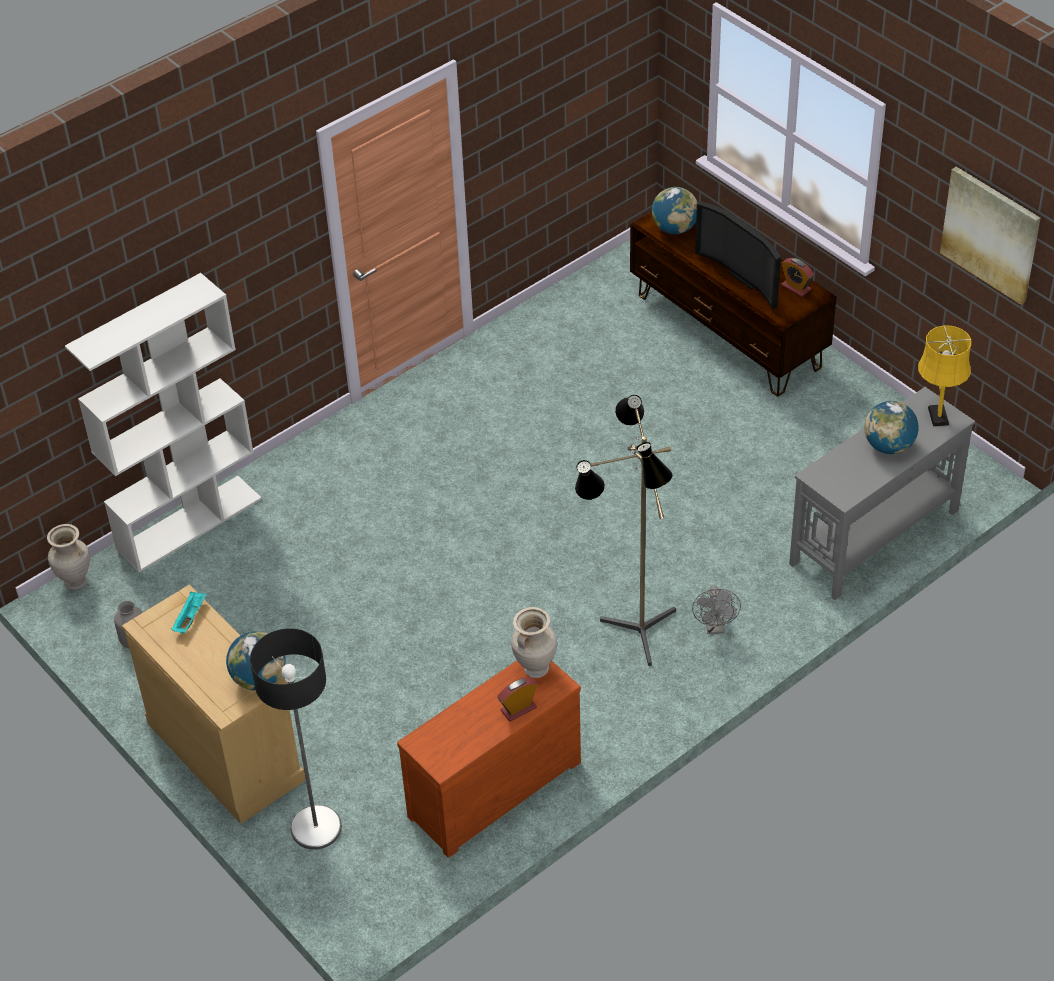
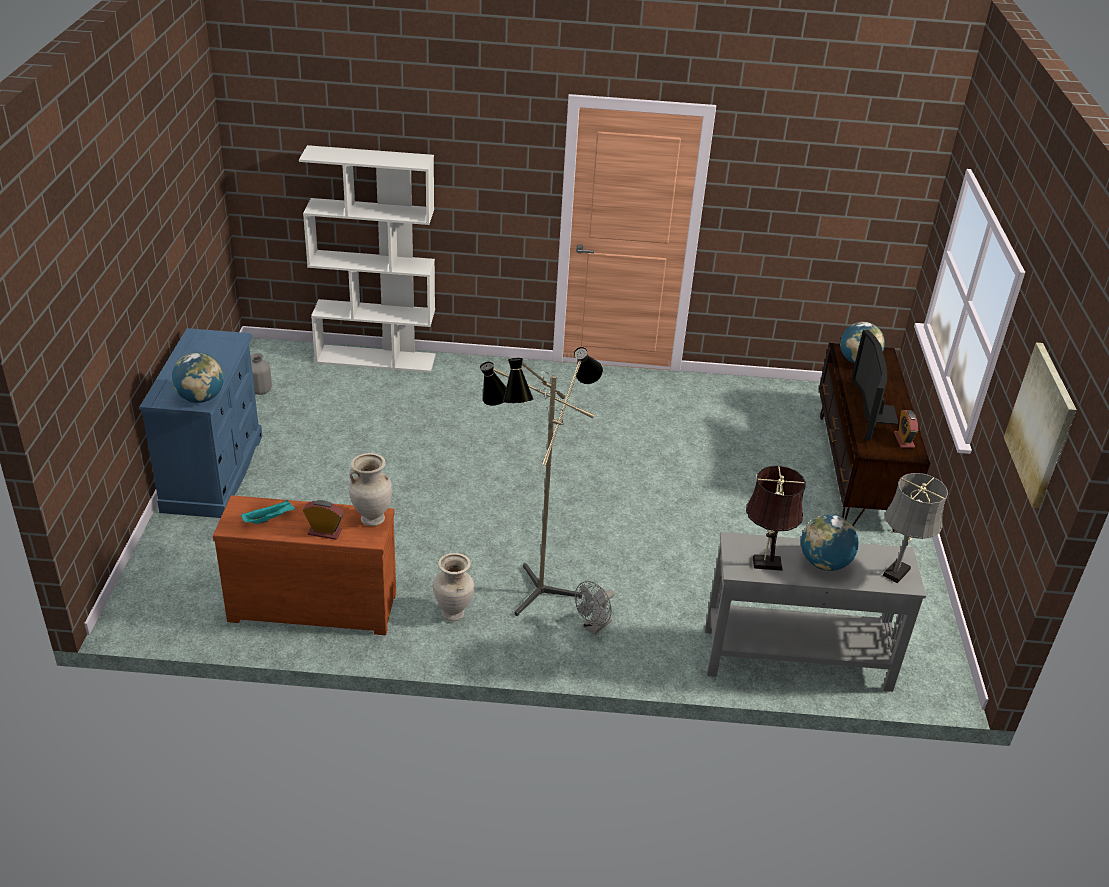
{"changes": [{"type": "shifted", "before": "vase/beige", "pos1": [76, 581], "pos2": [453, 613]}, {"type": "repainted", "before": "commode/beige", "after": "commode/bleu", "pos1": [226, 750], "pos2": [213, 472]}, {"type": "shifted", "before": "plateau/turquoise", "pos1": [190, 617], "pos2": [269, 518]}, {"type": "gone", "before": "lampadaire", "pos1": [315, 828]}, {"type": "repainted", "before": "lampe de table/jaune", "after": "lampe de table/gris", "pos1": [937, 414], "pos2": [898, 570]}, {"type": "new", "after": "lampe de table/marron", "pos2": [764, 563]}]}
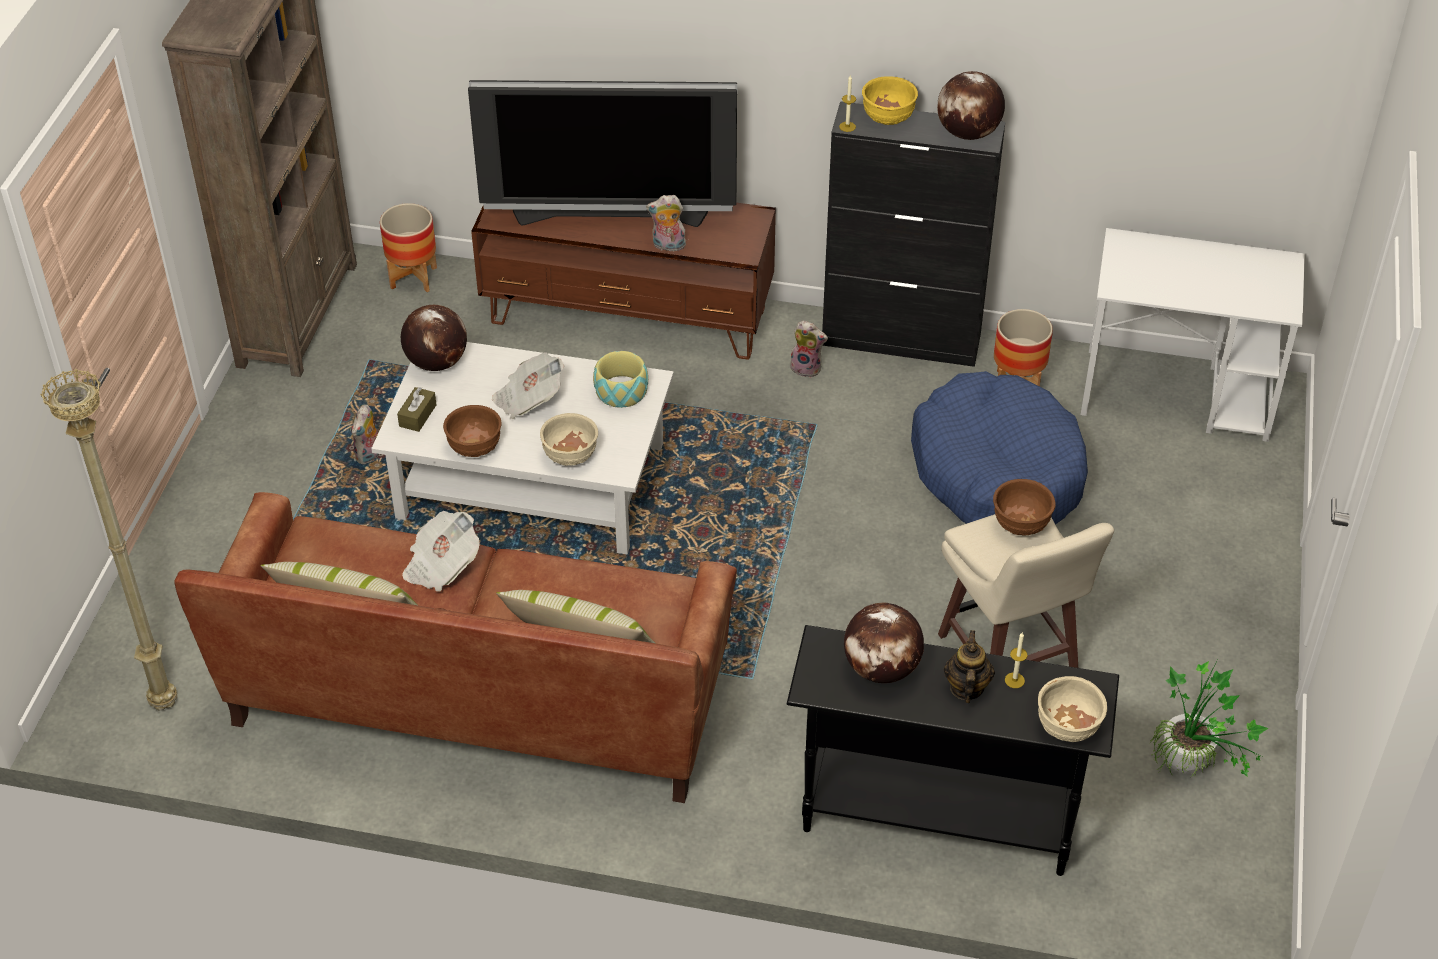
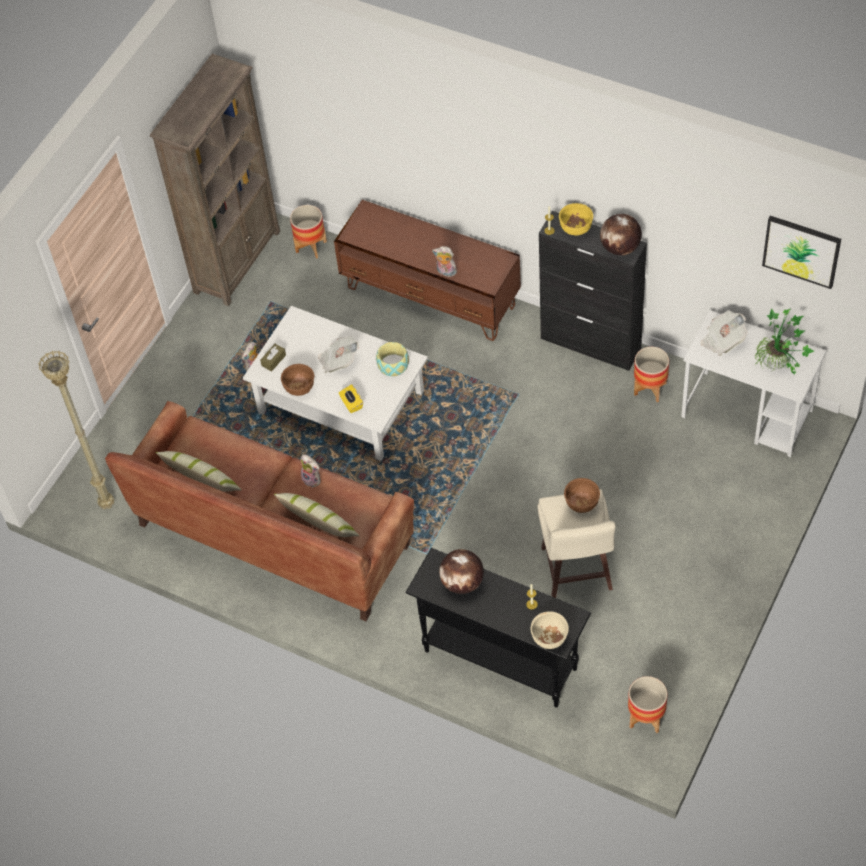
{"changes": [{"type": "gone", "before": "globe", "pos1": [436, 362]}, {"type": "shifted", "before": "journal", "pos1": [441, 565], "pos2": [722, 340]}, {"type": "gone", "before": "téléviseur", "pos1": [610, 215]}, {"type": "swapped", "before": "bol/beige", "after": "boîte à mouchoirs/jaune", "pos1": [571, 457], "pos2": [351, 404]}, {"type": "shifted", "before": "peluche", "pos1": [807, 368], "pos2": [313, 479]}, {"type": "gone", "before": "panier pour chien/bleu", "pos1": [997, 472]}, {"type": "gone", "before": "théière", "pos1": [966, 688]}, {"type": "shifted", "before": "plante en pot", "pos1": [1193, 767], "pos2": [778, 367]}, {"type": "new", "after": "cache-pot", "pos2": [646, 718]}, {"type": "new", "after": "tableau", "pos2": [801, 251]}]}
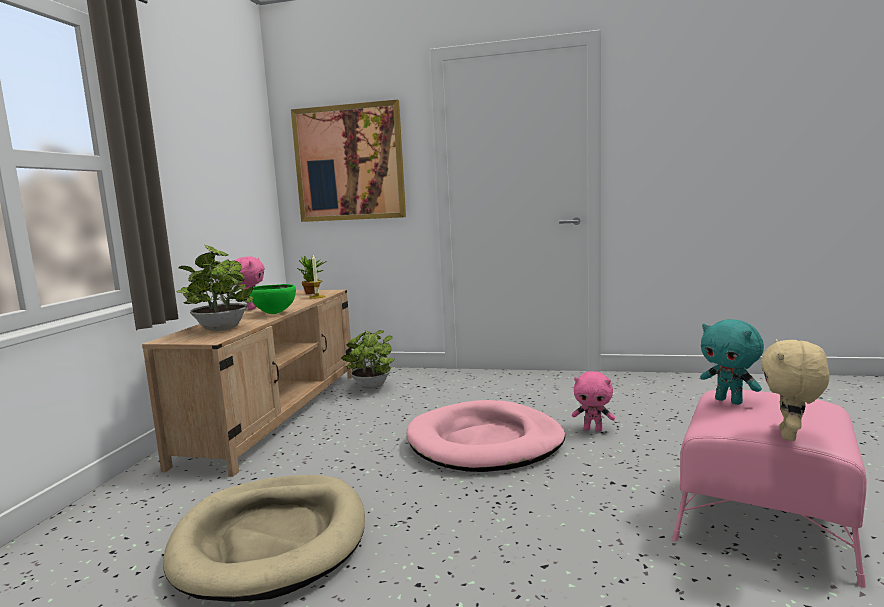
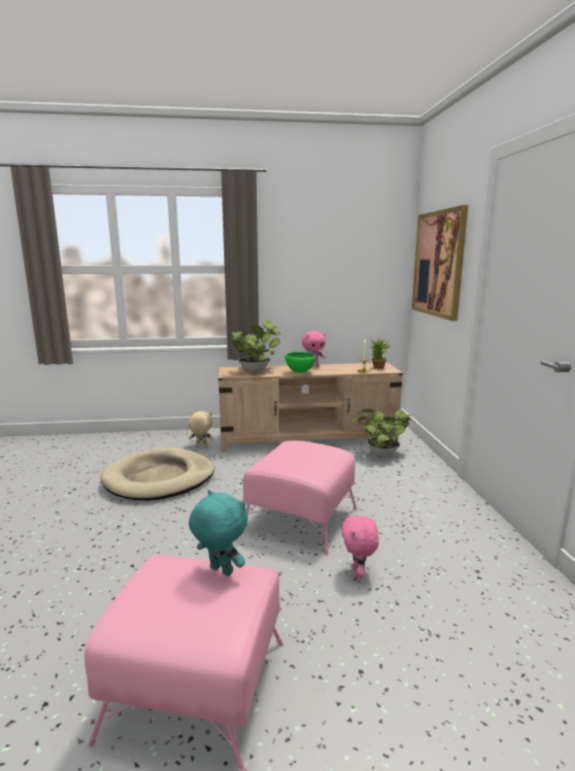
{"changes": [{"type": "swapped", "before": "panier pour chien/rose", "after": "pouf/rose", "pos1": [485, 443], "pos2": [300, 519]}, {"type": "rotated", "before": "peluche/turquoise", "pos1": [729, 401], "pos2": [220, 571], "turn": 90}, {"type": "shifted", "before": "peluche/beige", "pos1": [790, 436], "pos2": [201, 446]}]}
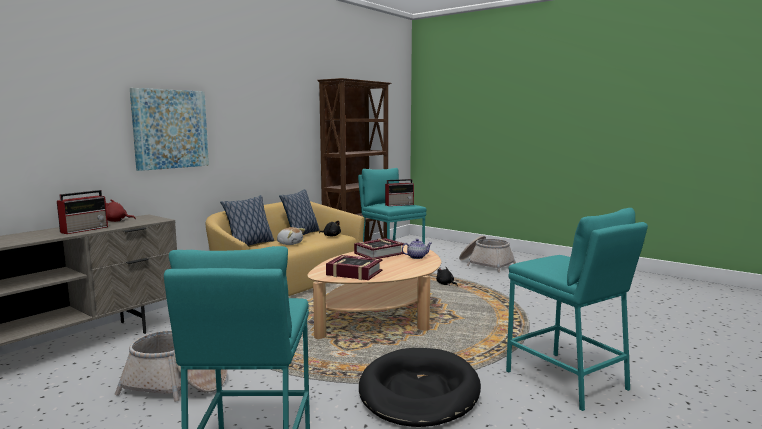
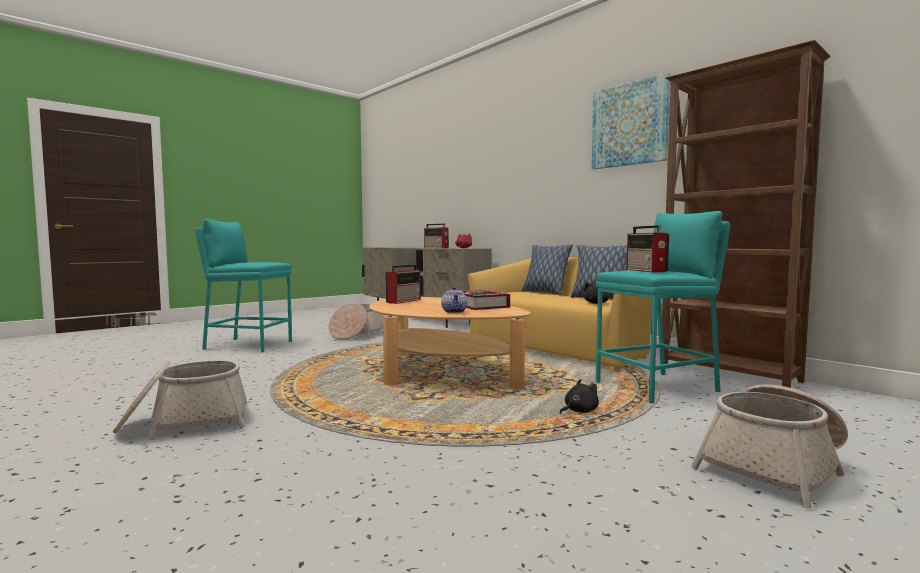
{"changes": [{"type": "shifted", "before": "tableau", "pos1": [170, 129], "pos2": [629, 124]}, {"type": "gone", "before": "peluche", "pos1": [290, 243]}, {"type": "swapped", "before": "livre", "after": "radio", "pos1": [354, 273], "pos2": [404, 301]}, {"type": "gone", "before": "panier pour chien/noir", "pos1": [419, 392]}, {"type": "swapped", "before": "tabouret/turquoise", "after": "panier", "pos1": [566, 380], "pos2": [185, 423]}]}
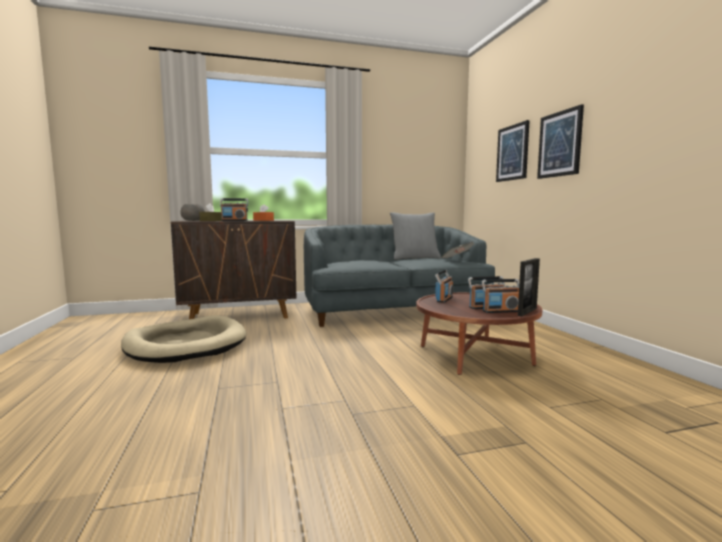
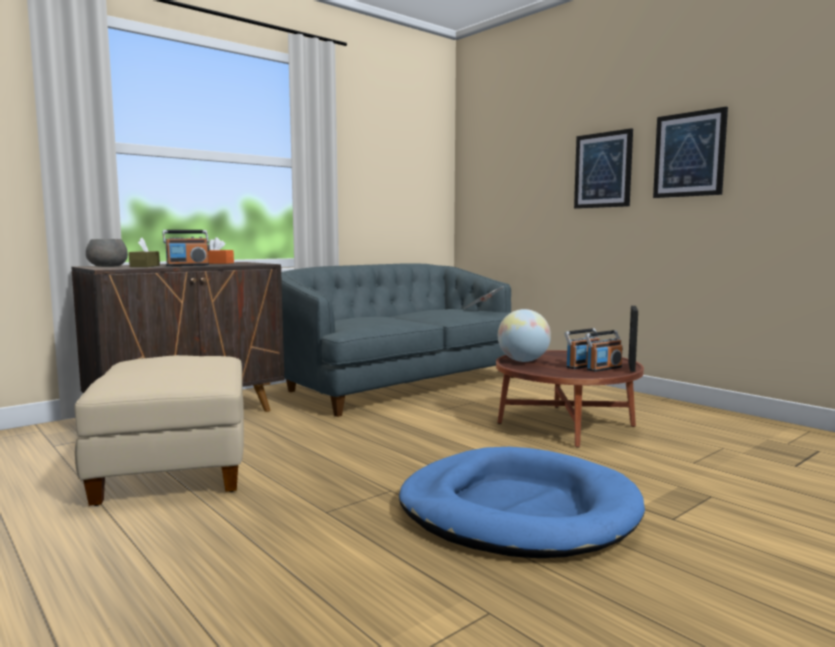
{"changes": [{"type": "swapped", "before": "panier pour chien/beige", "after": "pouf/beige", "pos1": [186, 344], "pos2": [173, 468]}, {"type": "gone", "before": "coussin/gris", "pos1": [414, 258]}, {"type": "swapped", "before": "radio", "after": "globe", "pos1": [444, 299], "pos2": [523, 361]}, {"type": "shifted", "before": "tableau", "pos1": [512, 153], "pos2": [689, 154]}, {"type": "new", "after": "panier pour chien/bleu", "pos2": [517, 510]}]}
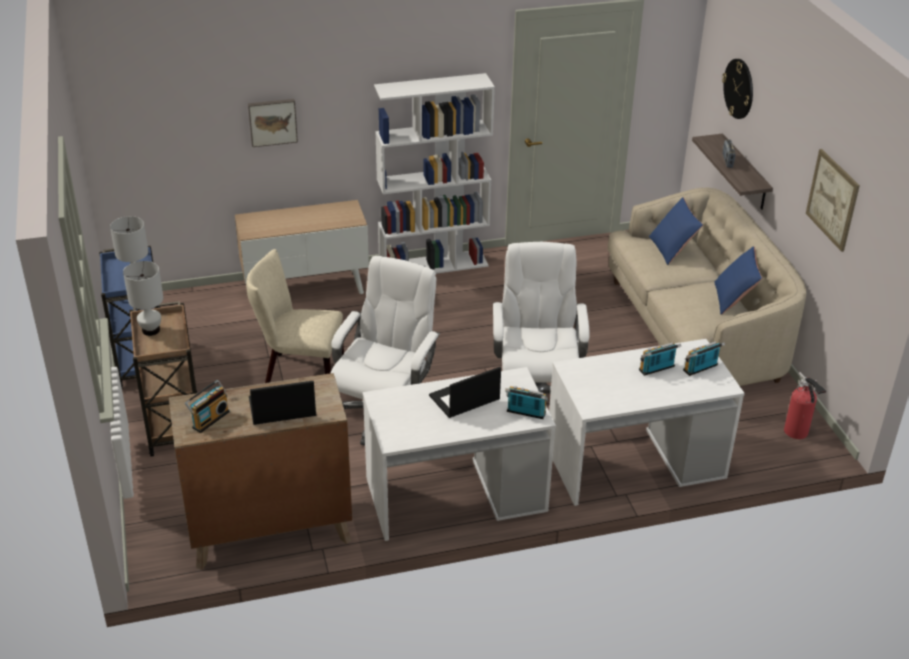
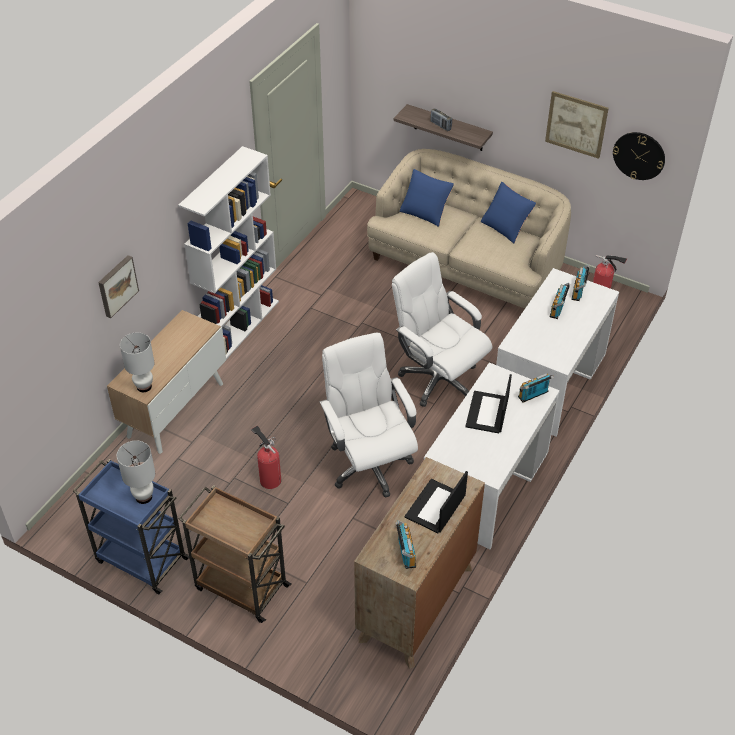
{"changes": [{"type": "shifted", "before": "lampe de table/blanc", "pos1": [151, 330], "pos2": [144, 386]}, {"type": "swapped", "before": "chaise/beige", "after": "extincteur", "pos1": [298, 373], "pos2": [269, 479]}, {"type": "shifted", "before": "horloge murale", "pos1": [739, 88], "pos2": [639, 155]}]}
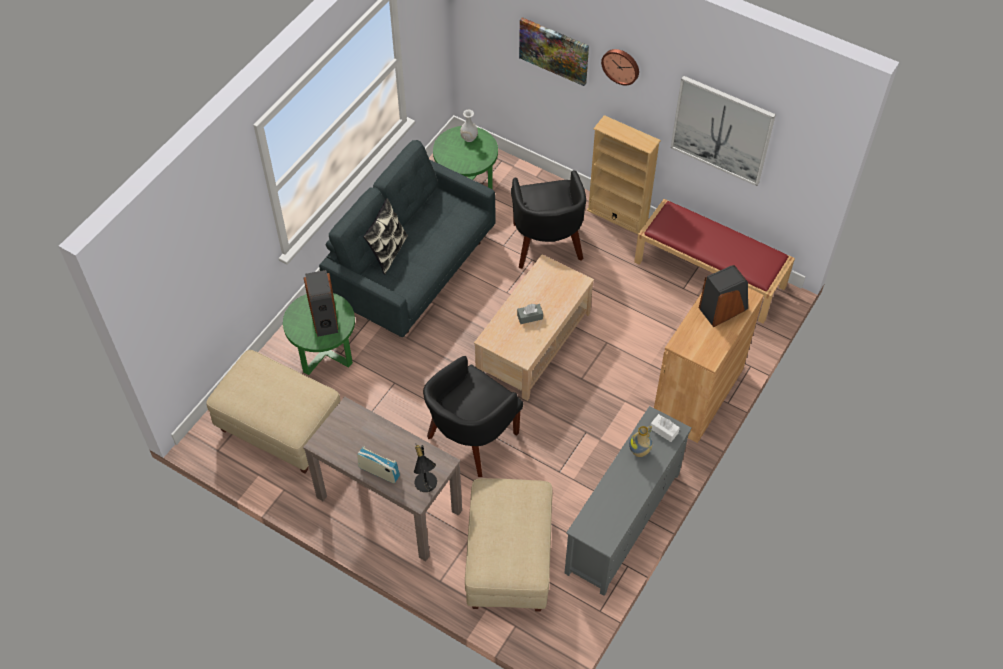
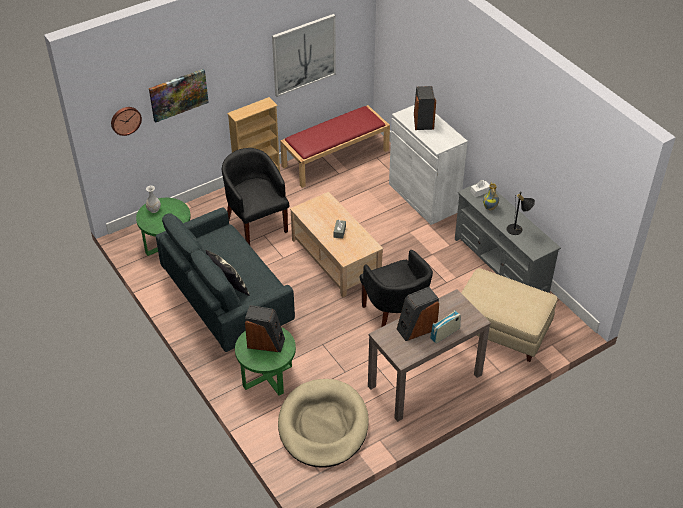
{"changes": [{"type": "swapped", "before": "pouf/beige", "after": "panier pour chien/beige", "pos1": [280, 429], "pos2": [323, 426]}, {"type": "shifted", "before": "lampe de table/noir", "pos1": [426, 486], "pos2": [517, 230]}, {"type": "rotated", "before": "fauteuil/noir", "pos1": [546, 245], "pos2": [256, 223], "turn": -135}, {"type": "shifted", "before": "horloge murale", "pos1": [621, 65], "pos2": [125, 120]}, {"type": "repainted", "before": "meuble de rangement/marron", "after": "meuble de rangement/blanc", "pos1": [698, 394], "pos2": [423, 197]}, {"type": "new", "after": "enceinte", "pos2": [416, 328]}]}
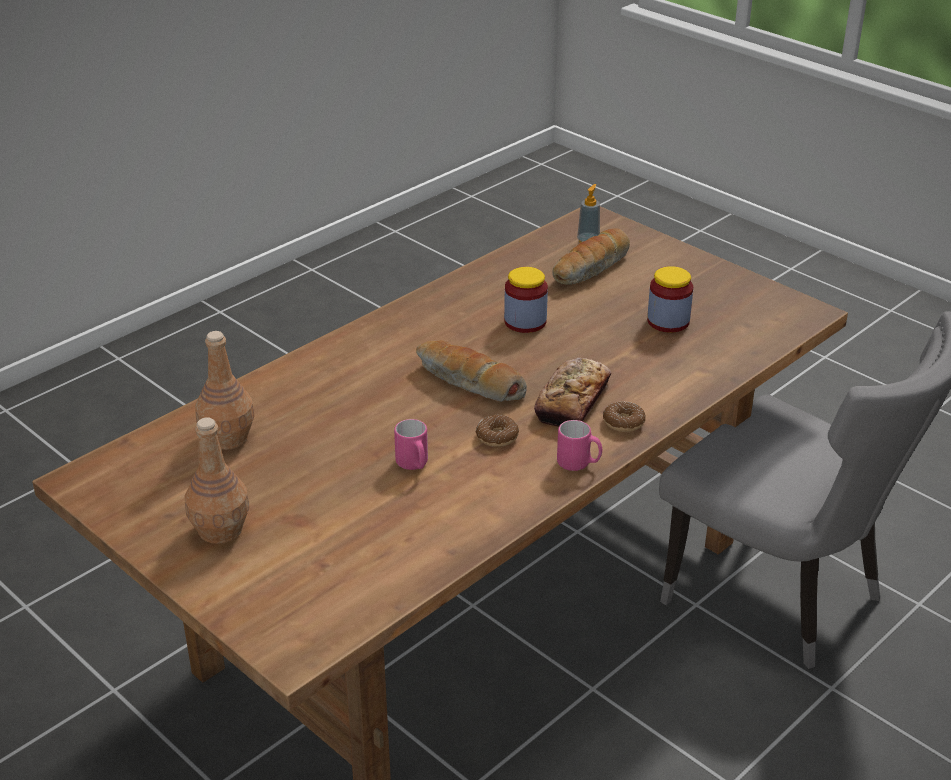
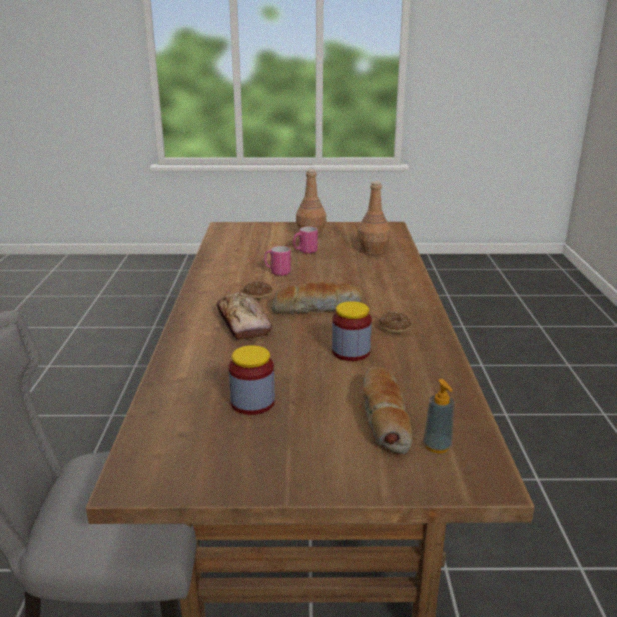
{"changes": [{"type": "shifted", "before": "mug/rose", "pos1": [579, 464], "pos2": [305, 251]}, {"type": "shifted", "before": "beignet", "pos1": [623, 422], "pos2": [394, 327]}]}
